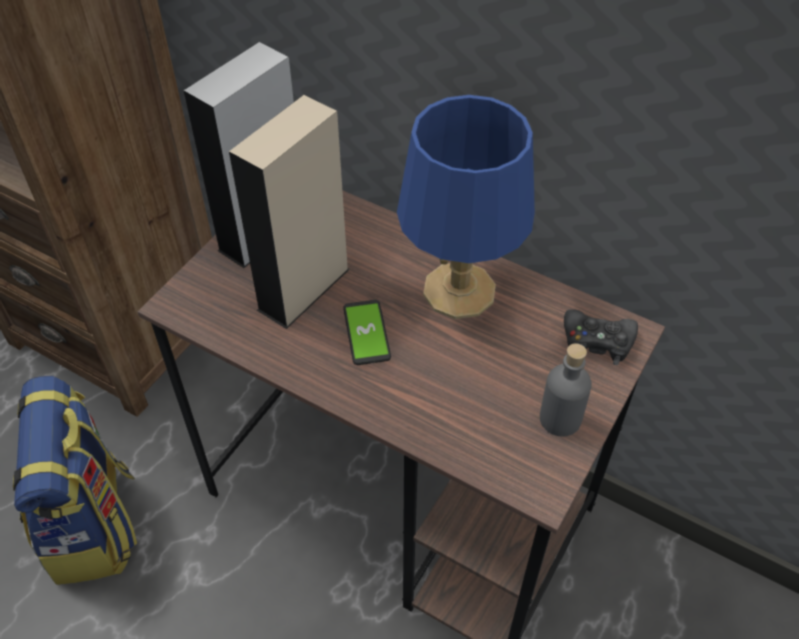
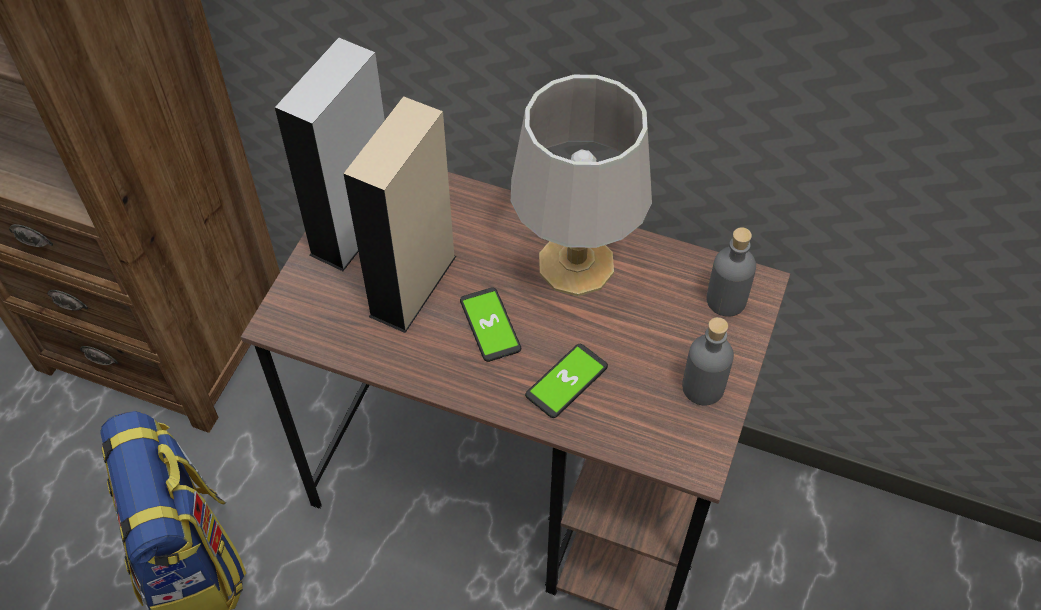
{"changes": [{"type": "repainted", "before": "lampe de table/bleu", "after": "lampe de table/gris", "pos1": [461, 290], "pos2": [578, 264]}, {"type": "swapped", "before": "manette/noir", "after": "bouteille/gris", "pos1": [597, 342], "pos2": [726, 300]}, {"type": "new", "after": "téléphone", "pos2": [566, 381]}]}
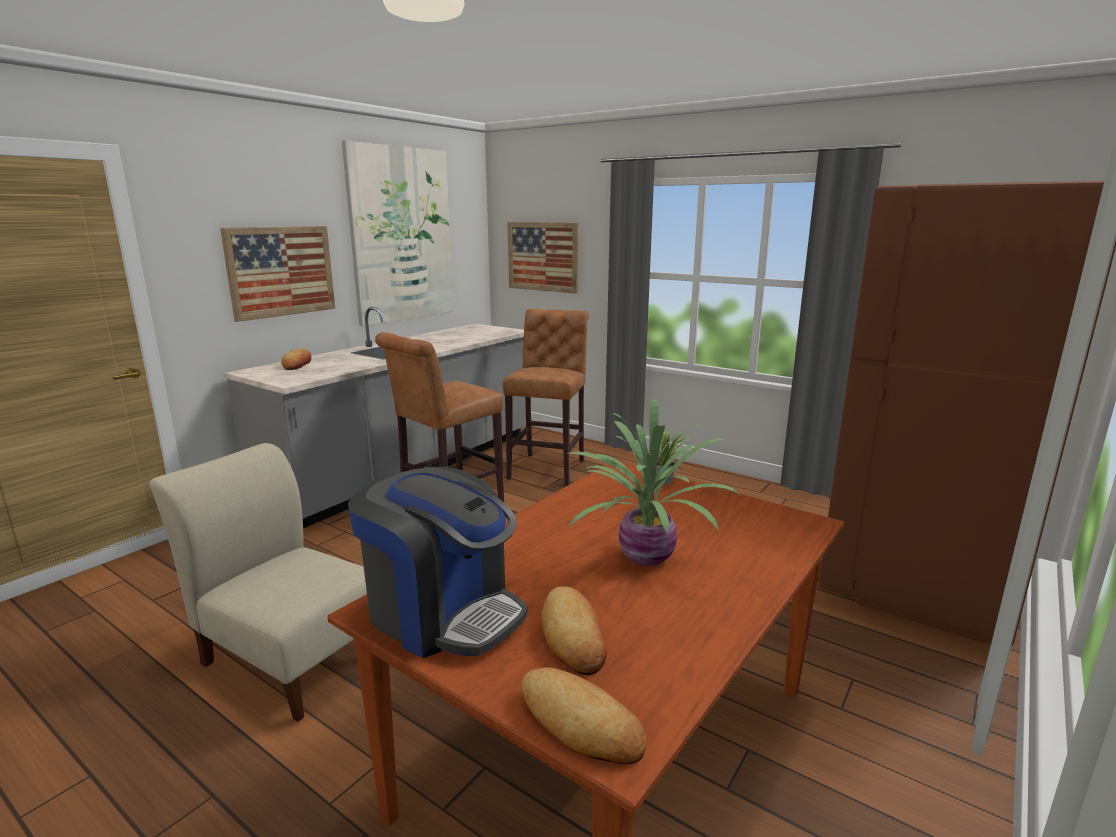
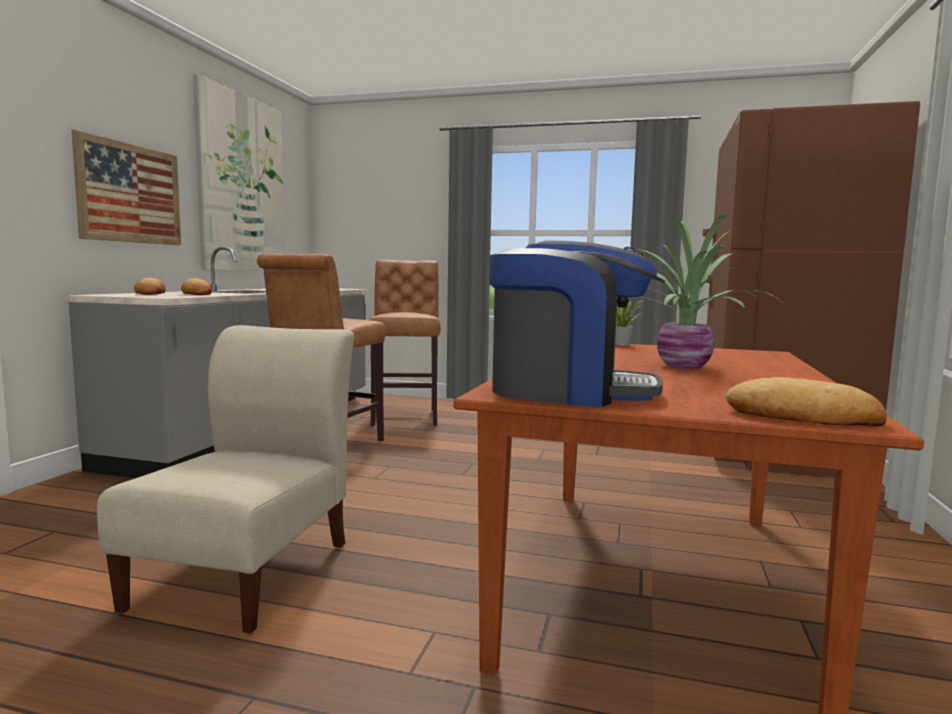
{"changes": [{"type": "rotated", "before": "chaise/beige", "pos1": [293, 655], "pos2": [249, 570], "turn": 90}, {"type": "gone", "before": "tableau", "pos1": [543, 256]}, {"type": "shifted", "before": "pain", "pos1": [573, 635], "pos2": [197, 294]}]}
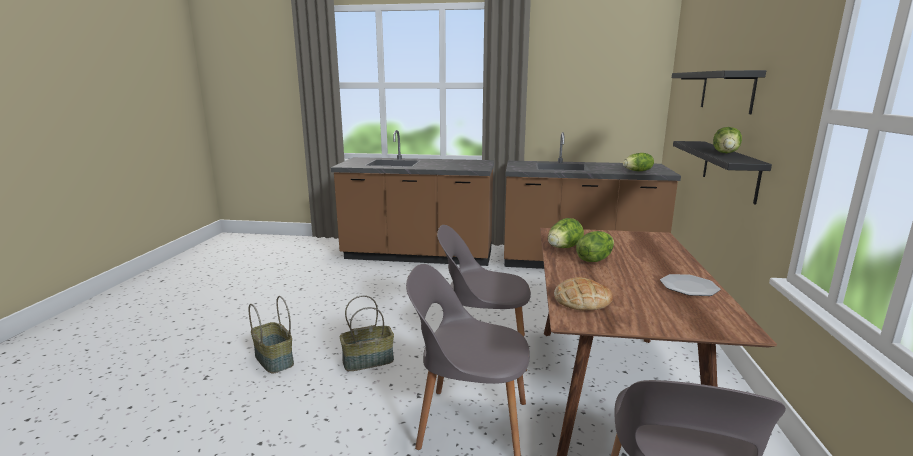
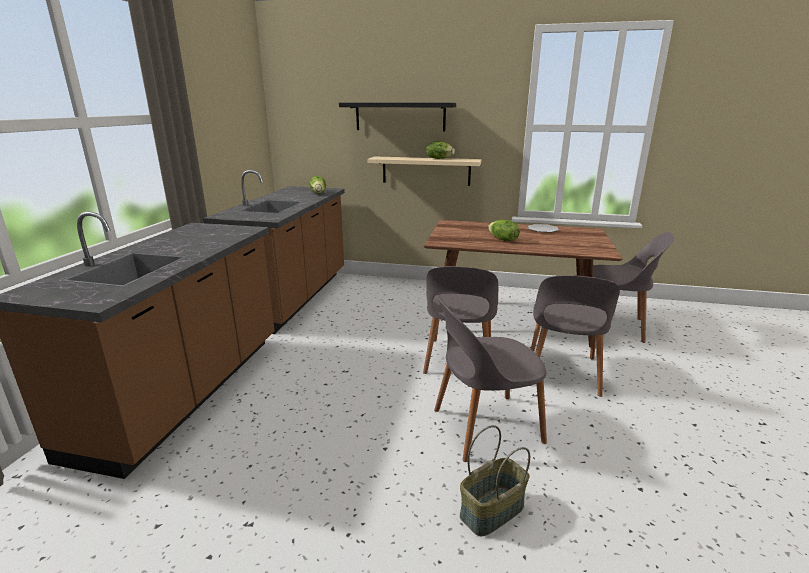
{"changes": [{"type": "swapped", "before": "panier", "after": "chaise/gris", "pos1": [368, 360], "pos2": [484, 426]}, {"type": "gone", "before": "laitue", "pos1": [563, 248]}, {"type": "gone", "before": "pain", "pos1": [581, 300]}, {"type": "repainted", "before": "étagère/noir", "after": "étagère/beige", "pos1": [729, 170], "pos2": [426, 171]}]}
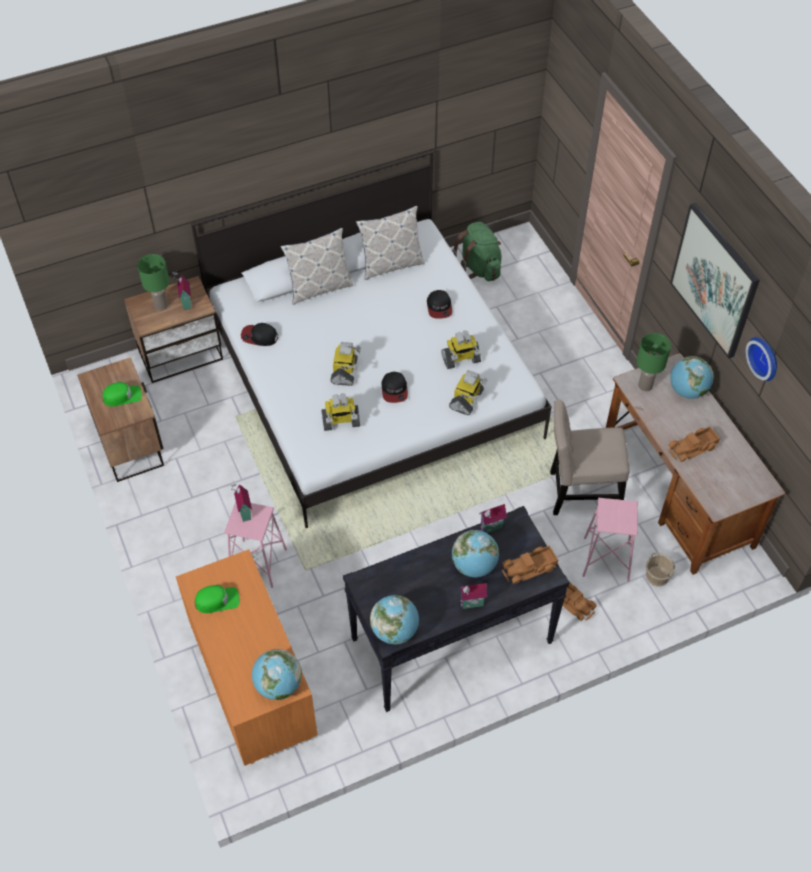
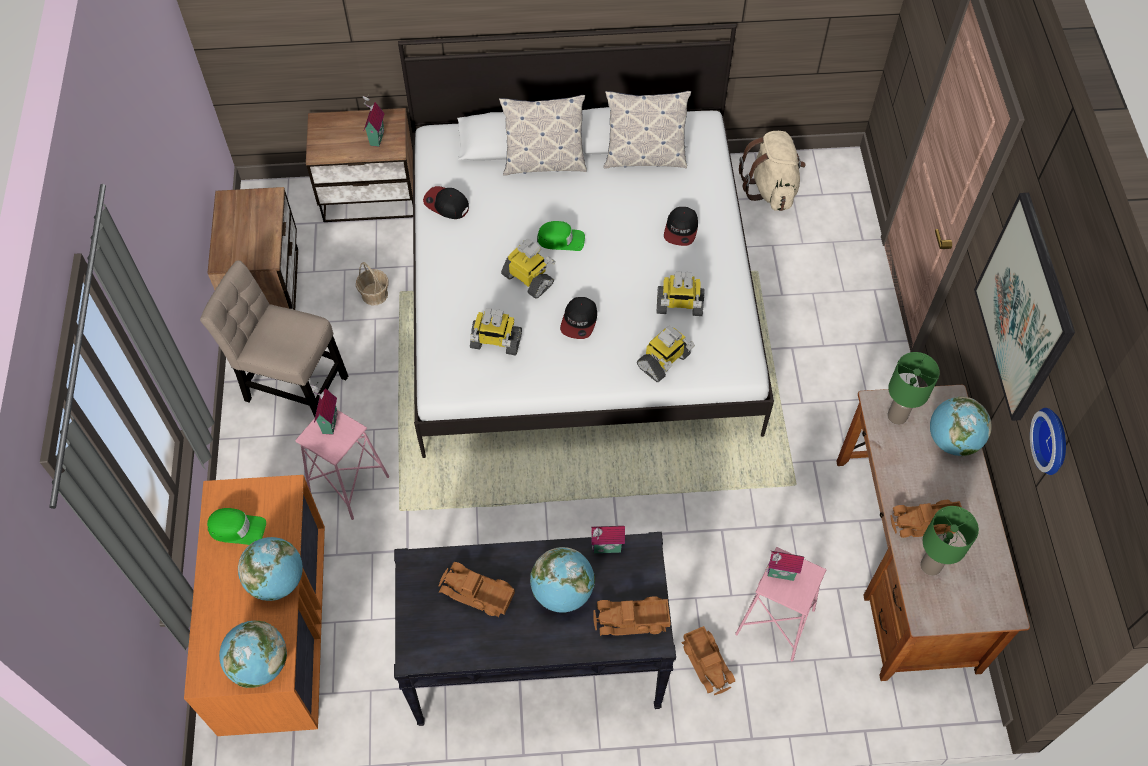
{"changes": [{"type": "shifted", "before": "casquette/vert", "pos1": [122, 396], "pos2": [561, 239]}, {"type": "shifted", "before": "lampe de table/vert", "pos1": [161, 305], "pos2": [931, 566]}, {"type": "rotated", "before": "robot jouet", "pos1": [345, 372], "pos2": [528, 279], "turn": -75}, {"type": "shifted", "before": "globe", "pos1": [395, 631], "pos2": [277, 580]}, {"type": "repainted", "before": "sac à dos/vert", "after": "sac à dos/beige", "pos1": [479, 268], "pos2": [771, 189]}, {"type": "shifted", "before": "maison miniature", "pos1": [472, 604], "pos2": [780, 575]}, {"type": "shifted", "before": "chaise/beige", "pos1": [580, 493], "pos2": [291, 385]}, {"type": "shifted", "before": "panier", "pos1": [657, 576], "pos2": [374, 294]}, {"type": "new", "after": "camion jouet", "pos2": [476, 594]}]}
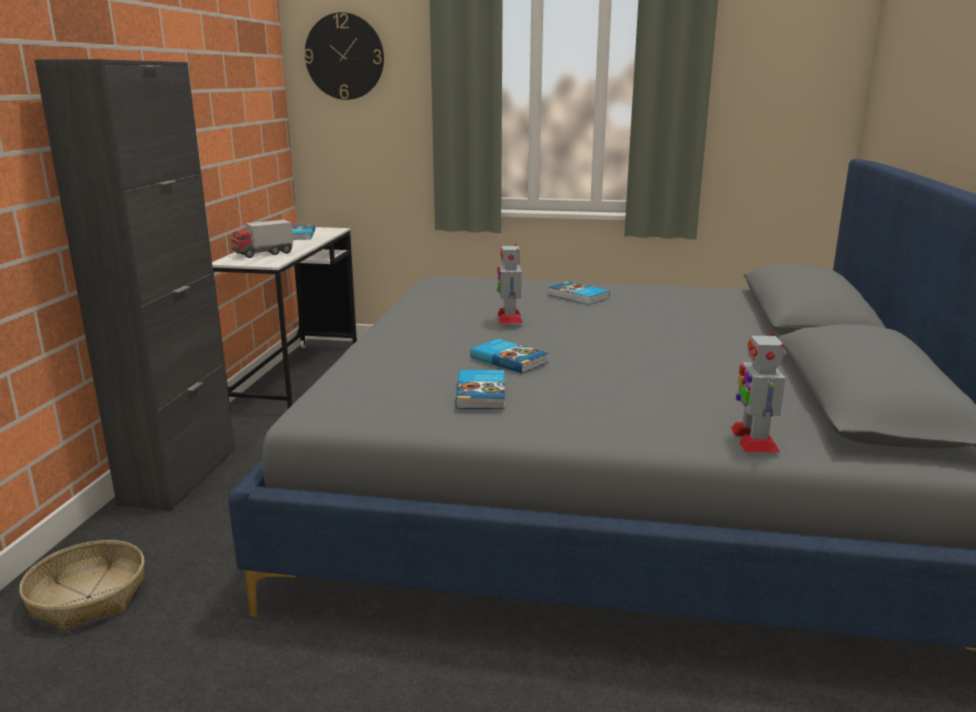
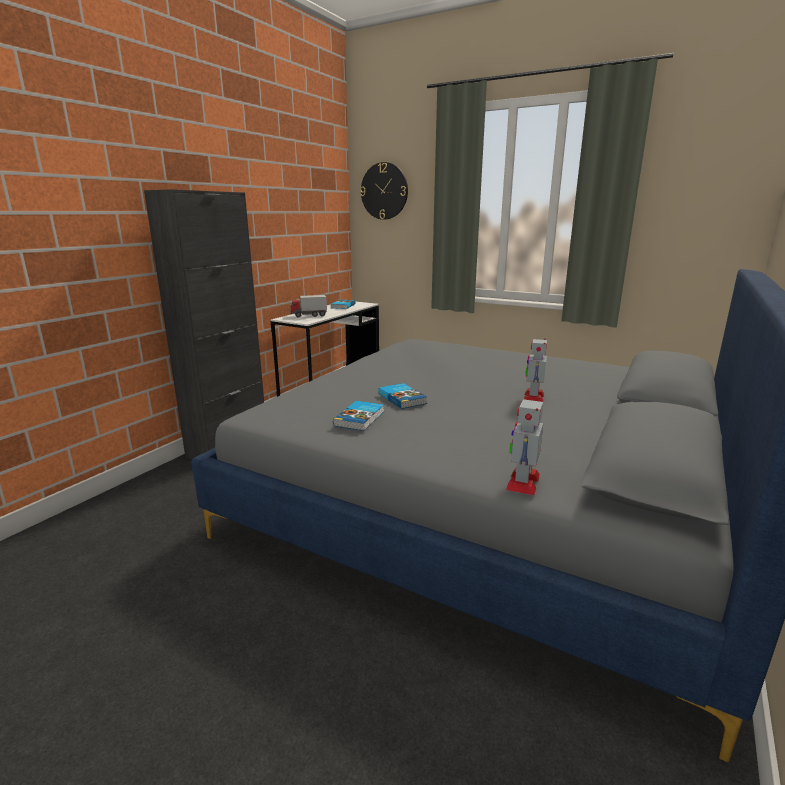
{"changes": [{"type": "gone", "before": "panier", "pos1": [88, 597]}, {"type": "shifted", "before": "robot jouet", "pos1": [509, 318], "pos2": [533, 397]}, {"type": "gone", "before": "livre", "pos1": [578, 296]}]}
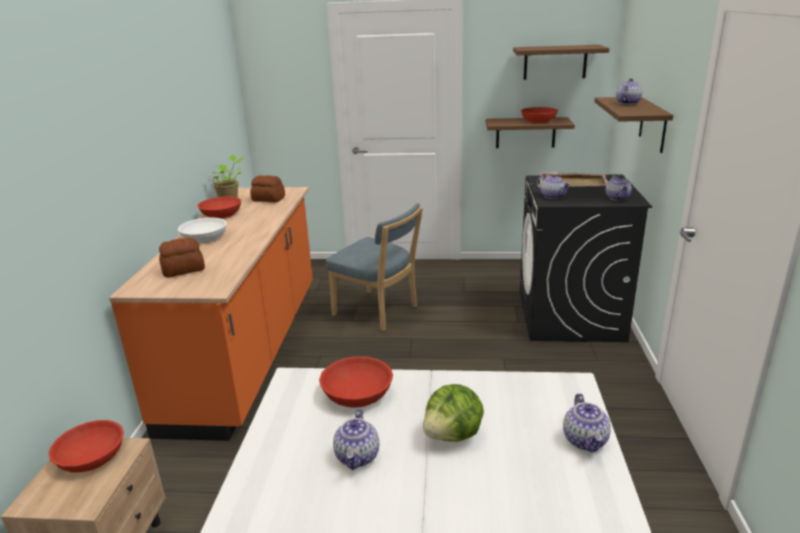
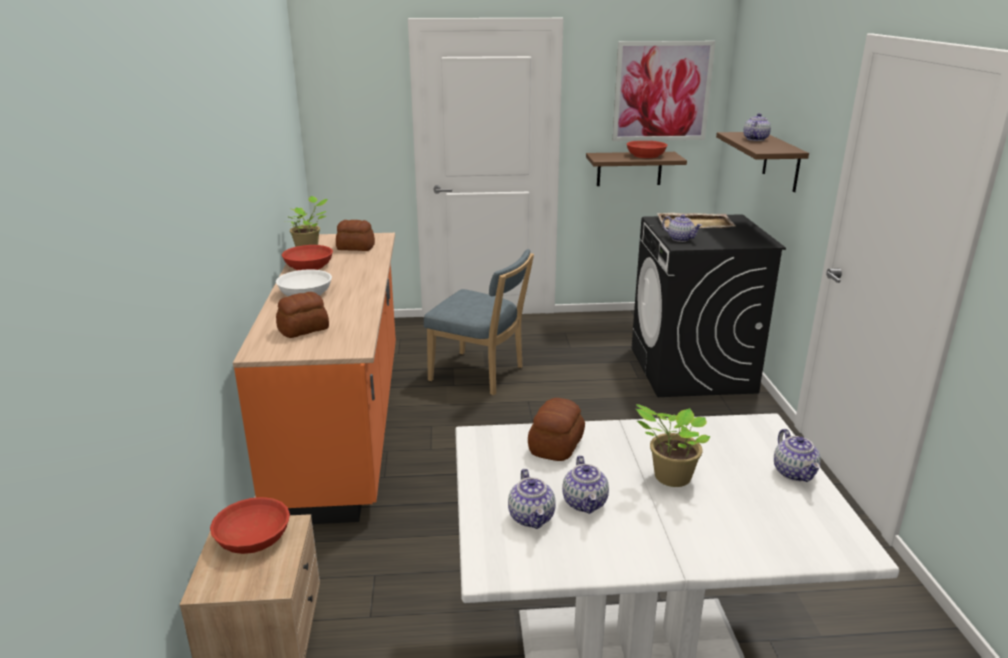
{"changes": [{"type": "swapped", "before": "bol/rouge", "after": "pain", "pos1": [357, 393], "pos2": [555, 445]}, {"type": "swapped", "before": "laitue", "after": "plante en pot", "pos1": [453, 435], "pos2": [669, 477]}, {"type": "swapped", "before": "étagère/marron", "after": "tableau", "pos1": [555, 62], "pos2": [662, 91]}, {"type": "shifted", "before": "théière", "pos1": [617, 198], "pos2": [532, 517]}]}
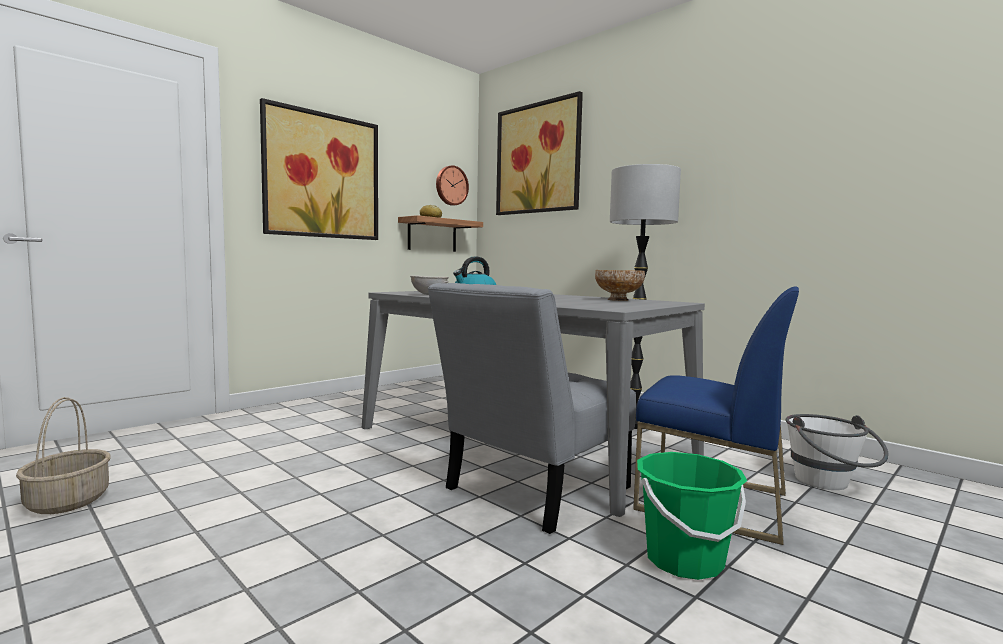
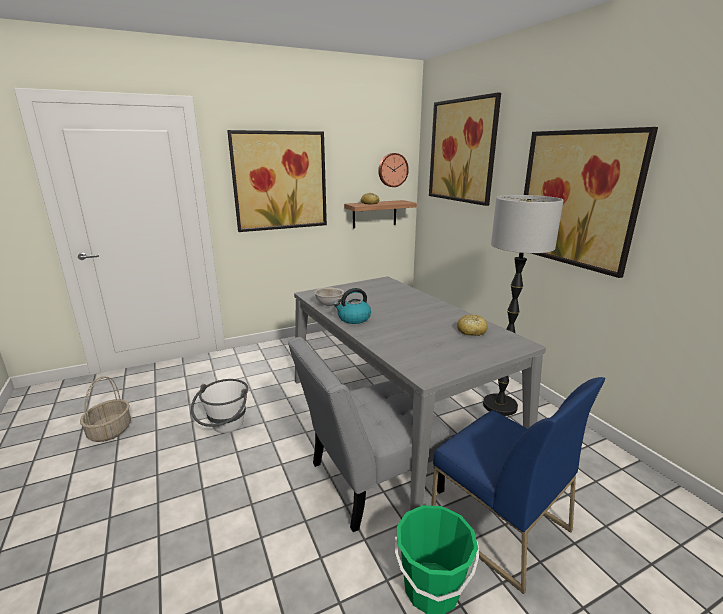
{"changes": [{"type": "swapped", "before": "bol", "after": "pain", "pos1": [618, 300], "pos2": [471, 331]}, {"type": "shifted", "before": "seau/blanc", "pos1": [829, 485], "pos2": [225, 427]}, {"type": "new", "after": "tableau", "pos2": [577, 199]}]}
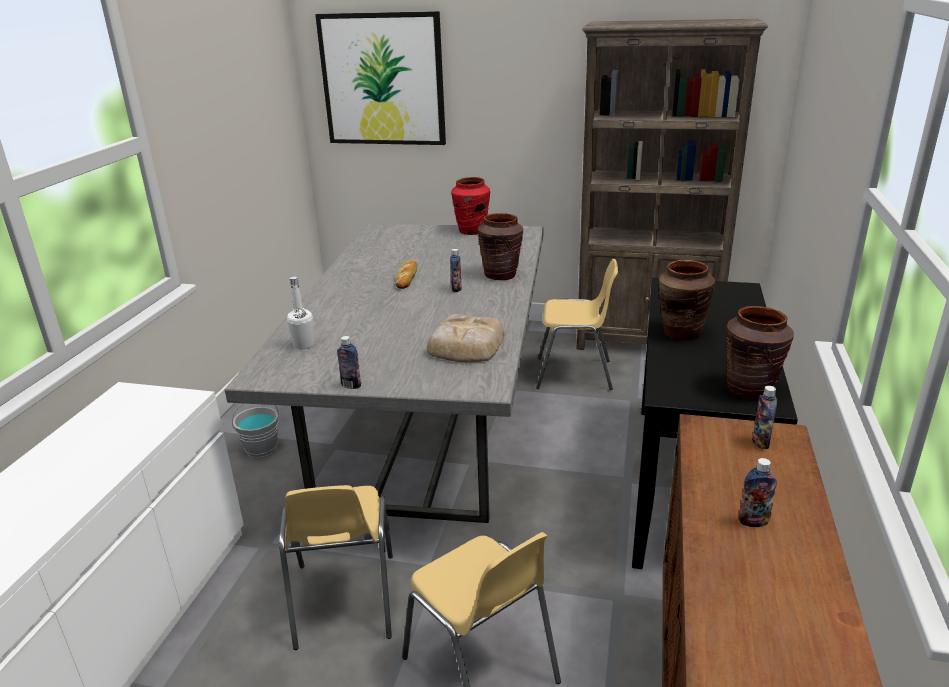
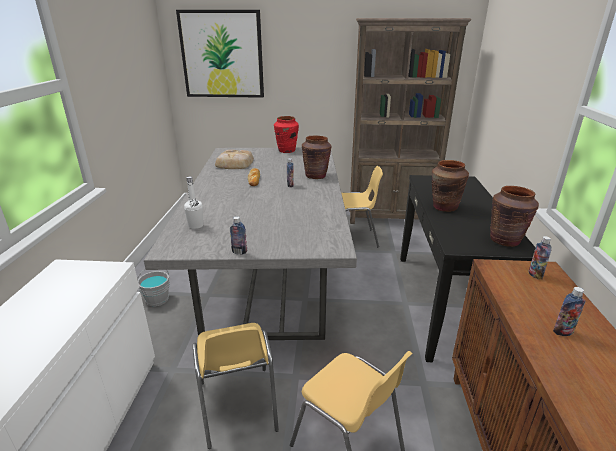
{"changes": [{"type": "shifted", "before": "pain", "pos1": [465, 346], "pos2": [234, 164]}]}
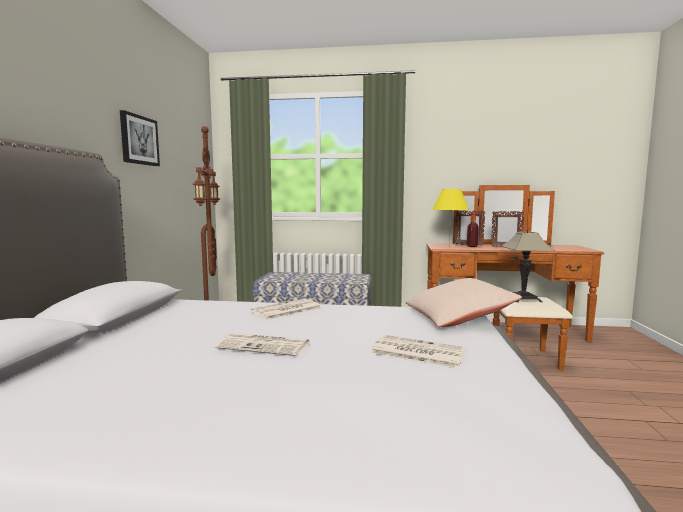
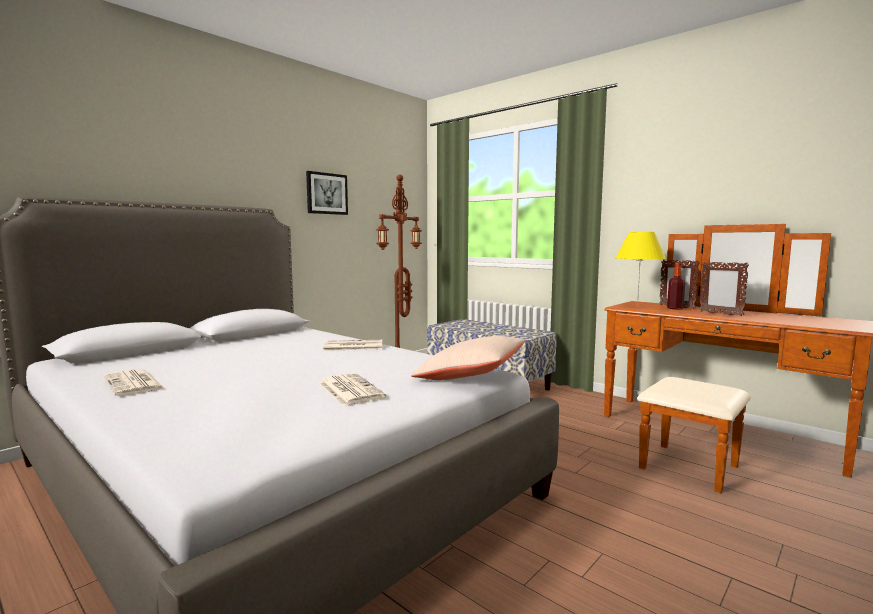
{"changes": [{"type": "shifted", "before": "journal", "pos1": [265, 345], "pos2": [134, 383]}, {"type": "gone", "before": "lampe de table", "pos1": [523, 299]}]}
